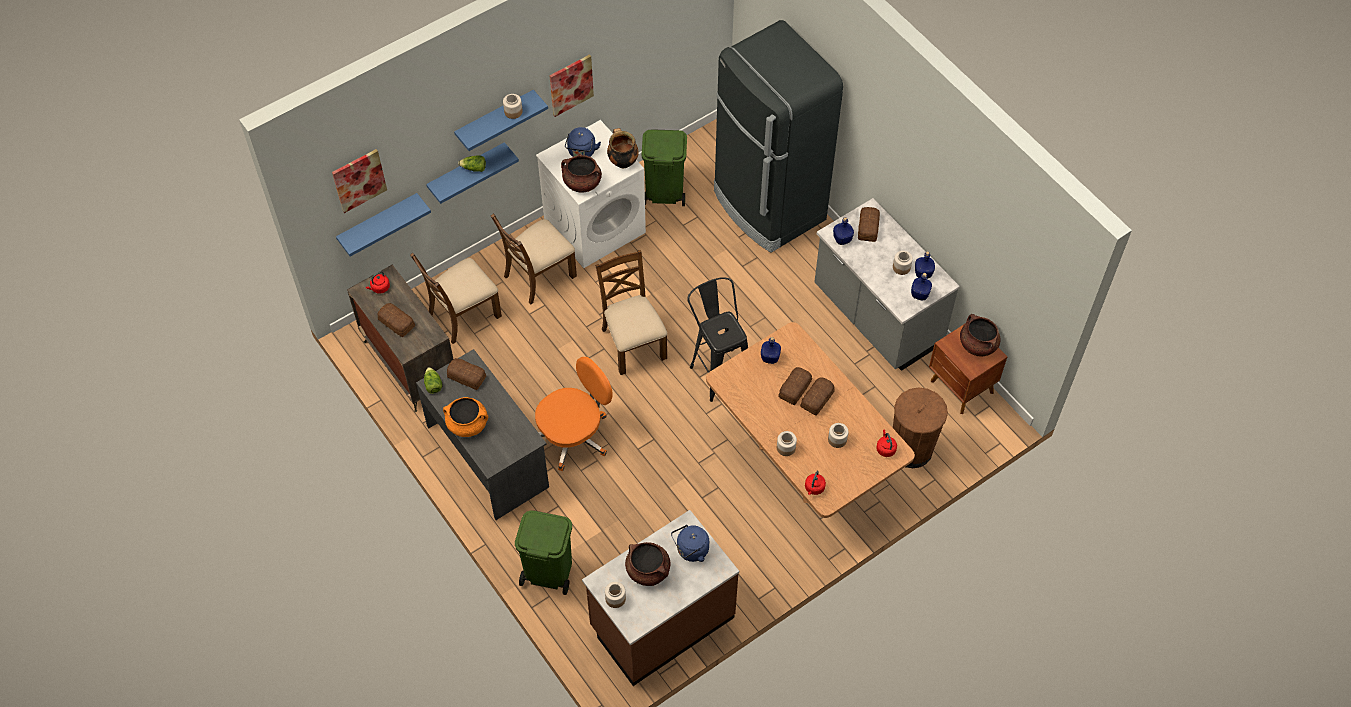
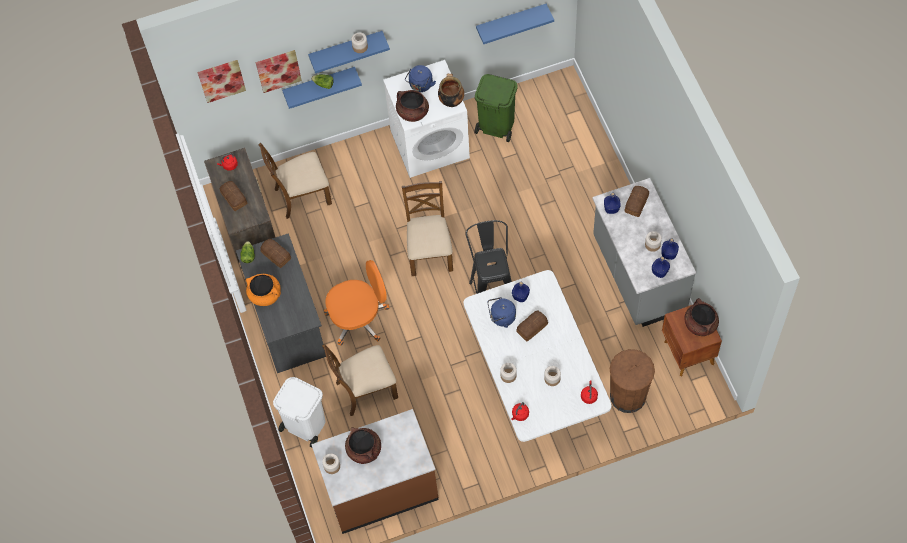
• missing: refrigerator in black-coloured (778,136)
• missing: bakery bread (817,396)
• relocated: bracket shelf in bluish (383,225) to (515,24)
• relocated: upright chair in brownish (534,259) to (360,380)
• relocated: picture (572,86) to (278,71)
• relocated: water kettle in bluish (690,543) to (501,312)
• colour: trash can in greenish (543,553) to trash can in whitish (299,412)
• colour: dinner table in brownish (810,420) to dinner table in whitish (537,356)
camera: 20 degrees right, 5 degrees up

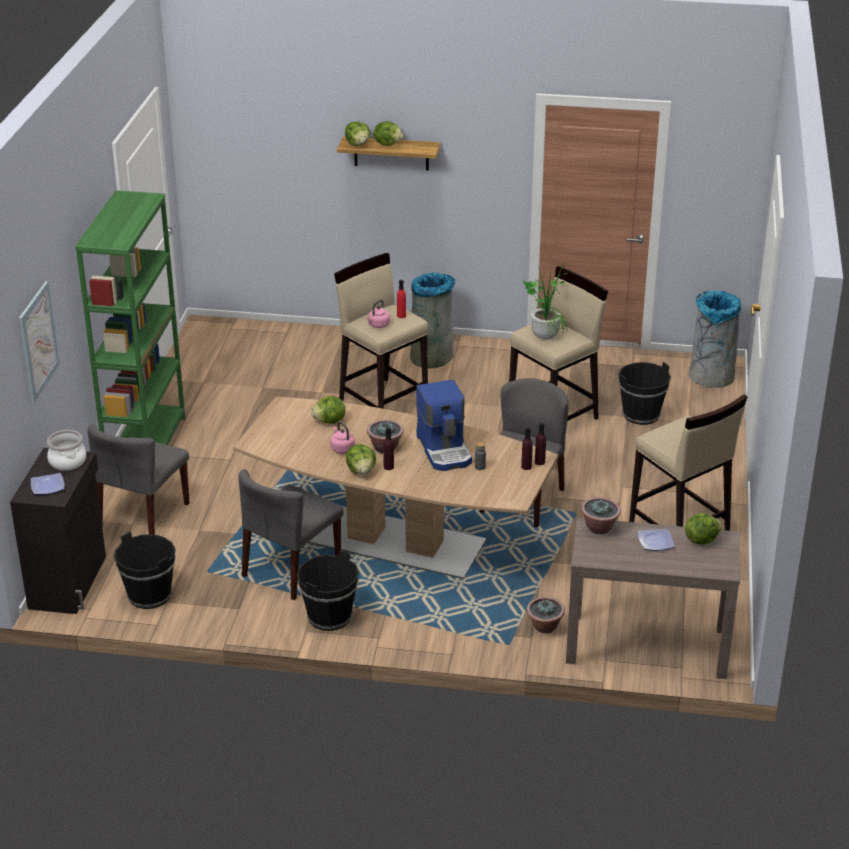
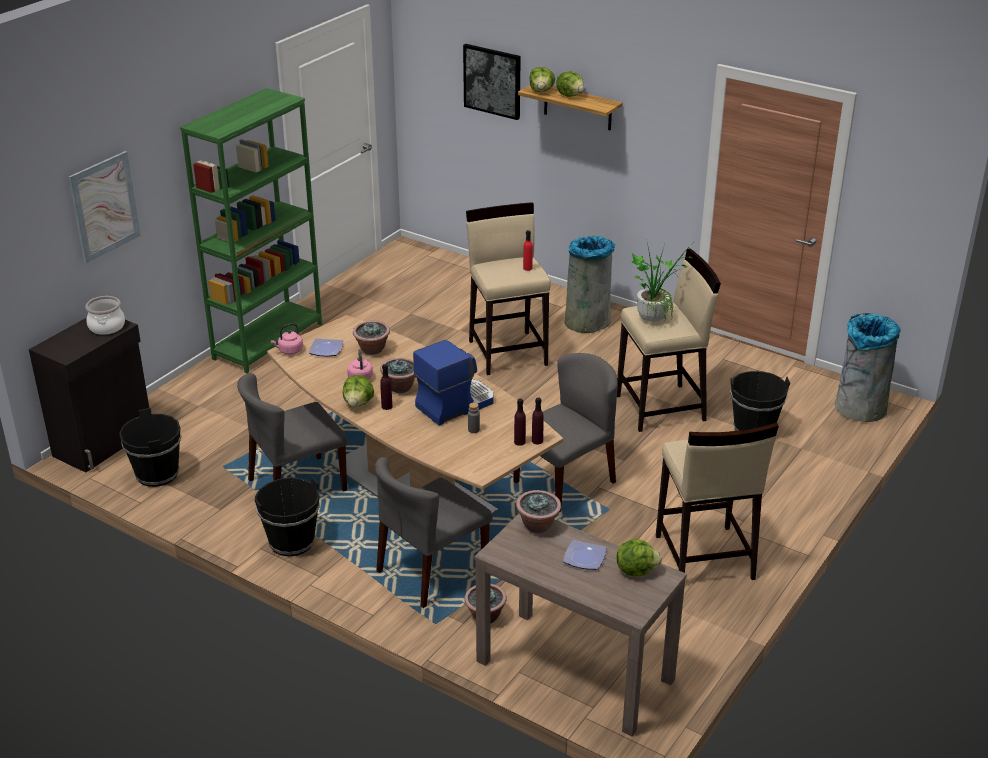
• appeared: picture (492,82)
• relocated: flat dish (48,484) to (326,347)
• relocated: upright chair in greyish (138,479) to (434,532)
• relocated: water kettle in pinkish (378,314) to (287,339)
• exchanged: lettuce (328,410) to plant in a pot (371,338)
• spun: coffee brewer (444,425) = (453,383) 135 degrees counterclockwise
camera: 25 degrees right, 0 degrees up

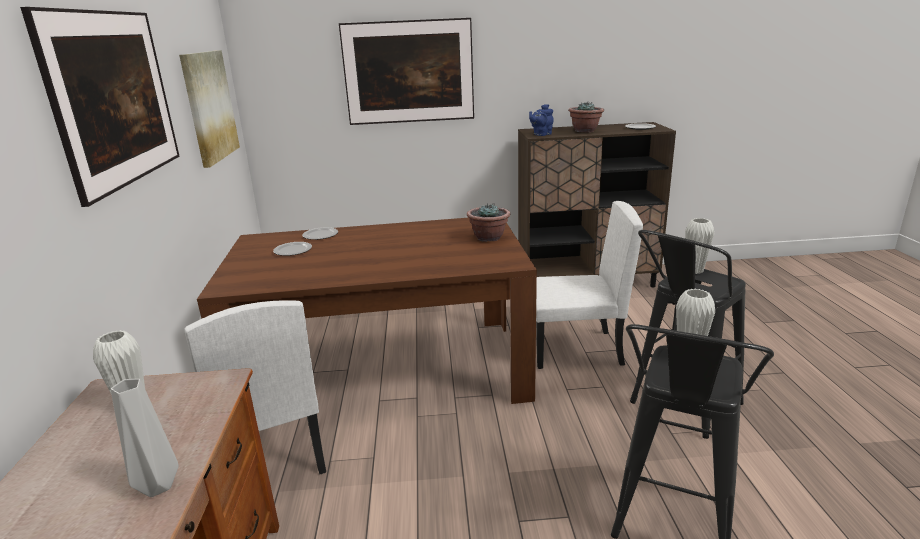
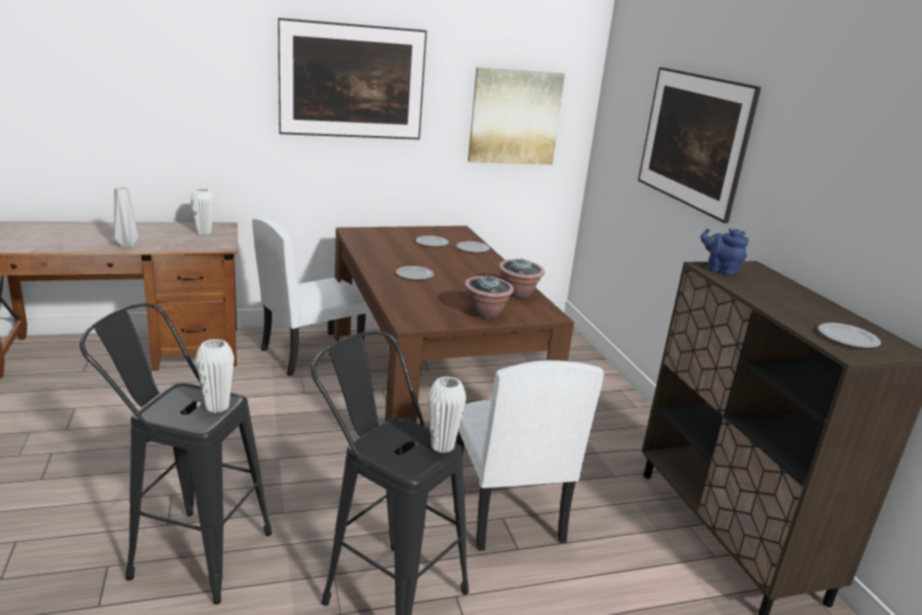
• appeared: flat dish (415,273)
• relocated: plant in a pot (586,117) to (522,279)
camera: 75 degrees right, 0 degrees up

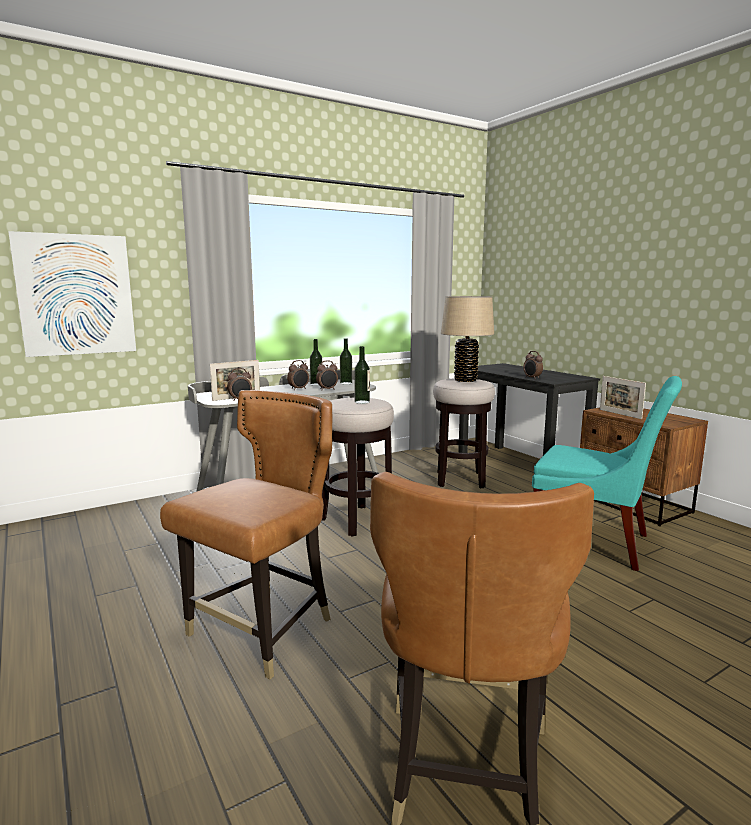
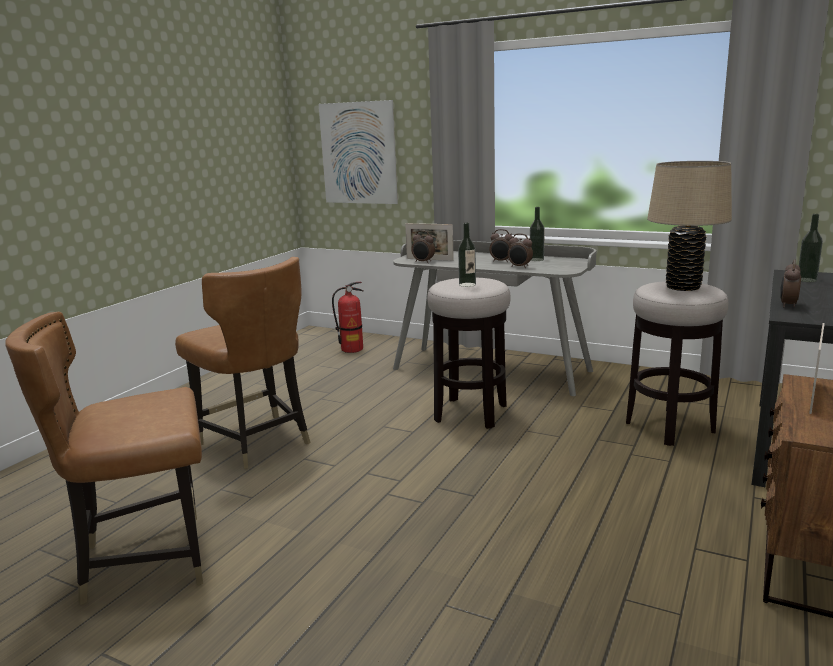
• missing: upright chair in blue-green (607,473)
• appeared: fire-fighting cylinder (348,317)
• relocated: drink bottle (346,361) to (811,248)
• spun: upright chair in brownish (246,534) = (242,363) 45 degrees clockwise
camera: 60 degrees right, 5 degrees up

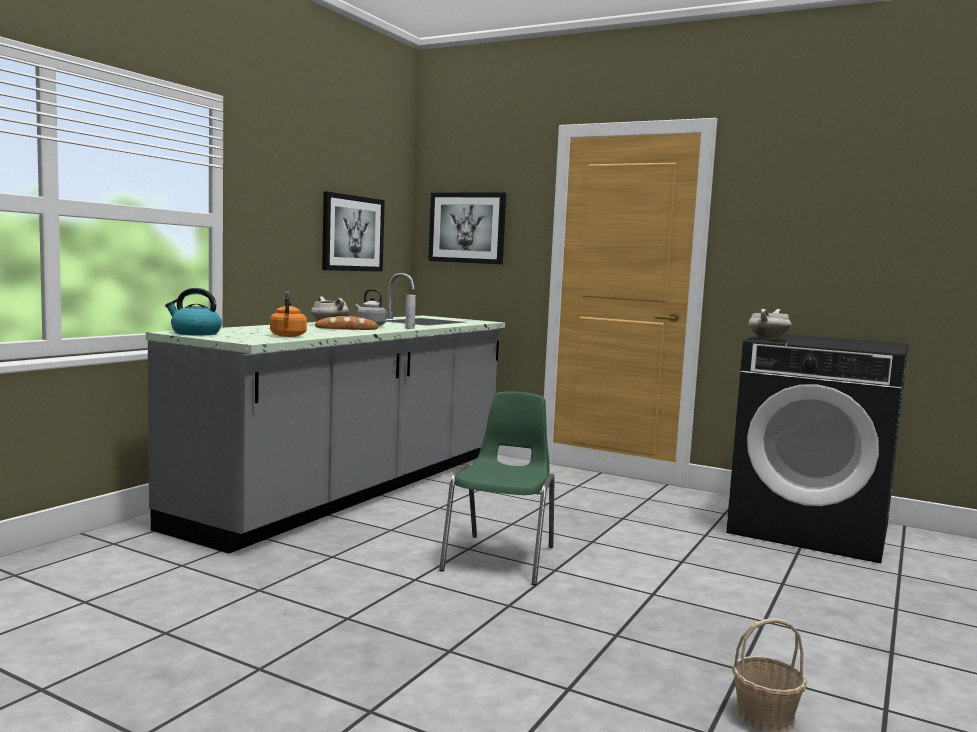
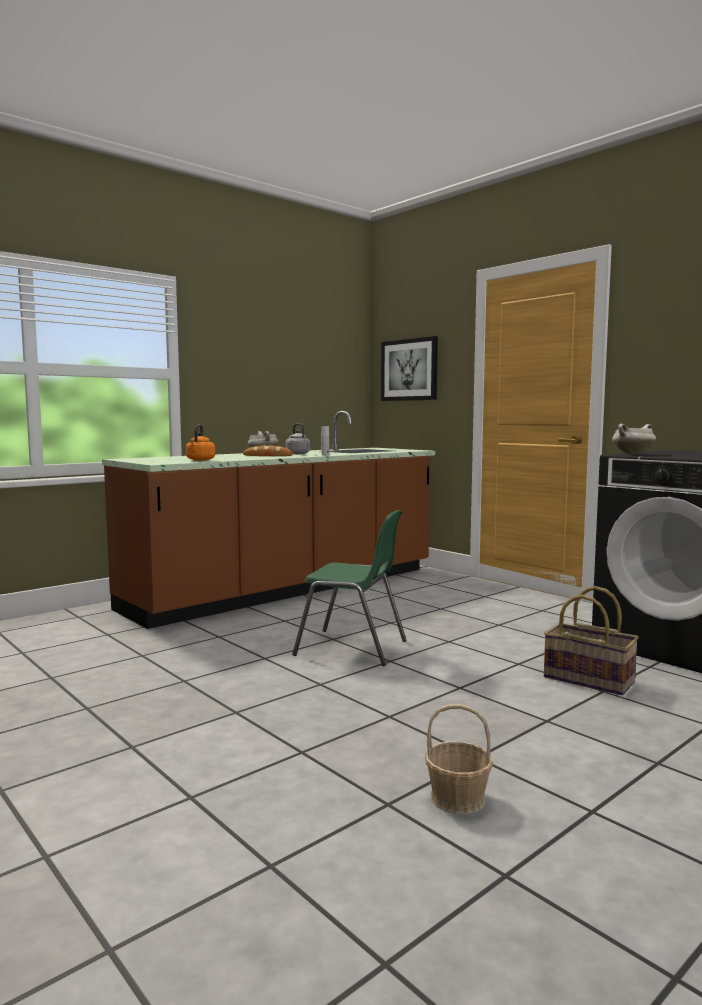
• missing: water kettle (193,311)
• missing: picture (353,231)
• appeared: basket (591,640)
• colour: kitchen base unit in greyish (325,413) to kitchen base unit in brownish (268,520)
• spun: upright chair in greenish (497,488) = (349,588) 75 degrees clockwise
camera: 20 degrees right, 0 degrees up

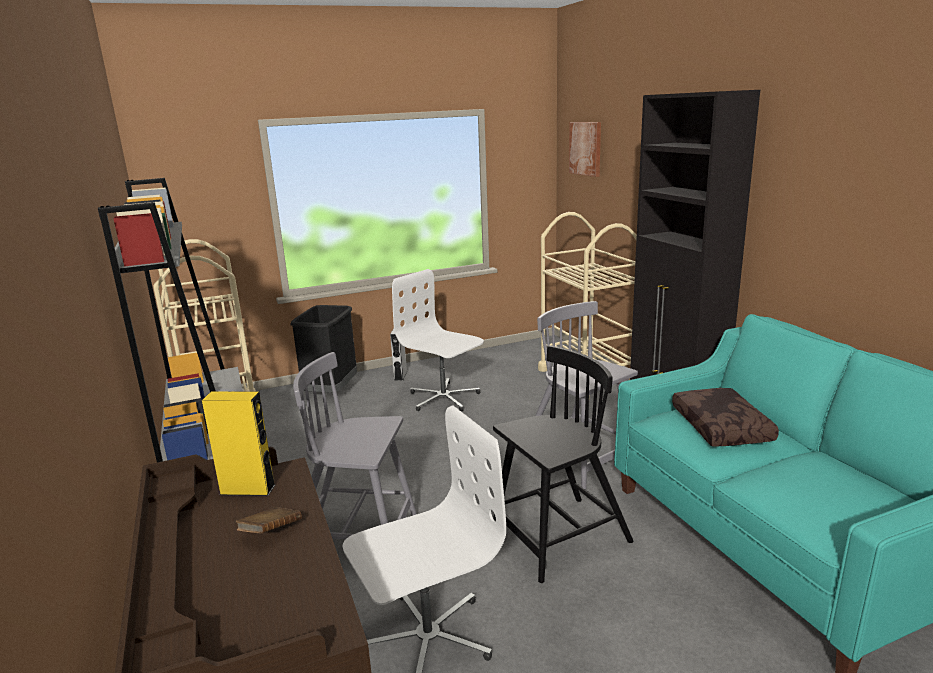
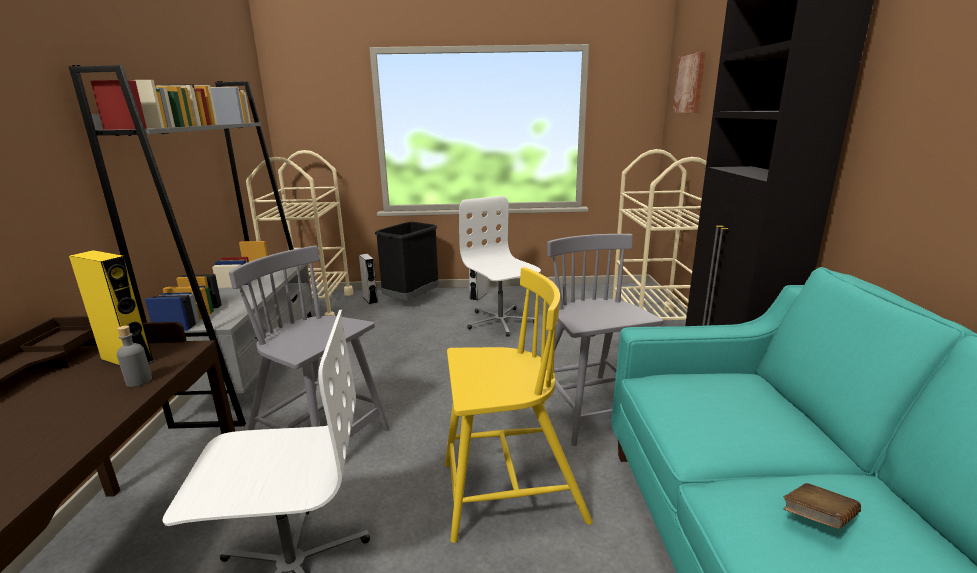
• missing: pillow in brownish (725,417)
• appeared: drink bottle in greyish (134,356)
• appeared: audio speaker in greyish (368,279)
• relocated: volume in brownish (269,520) to (822,506)
• colour: upright chair in black-coloured (563,464) to upright chair in yellow-coloured (519,405)
camera: 20 degrees right, 0 degrees up

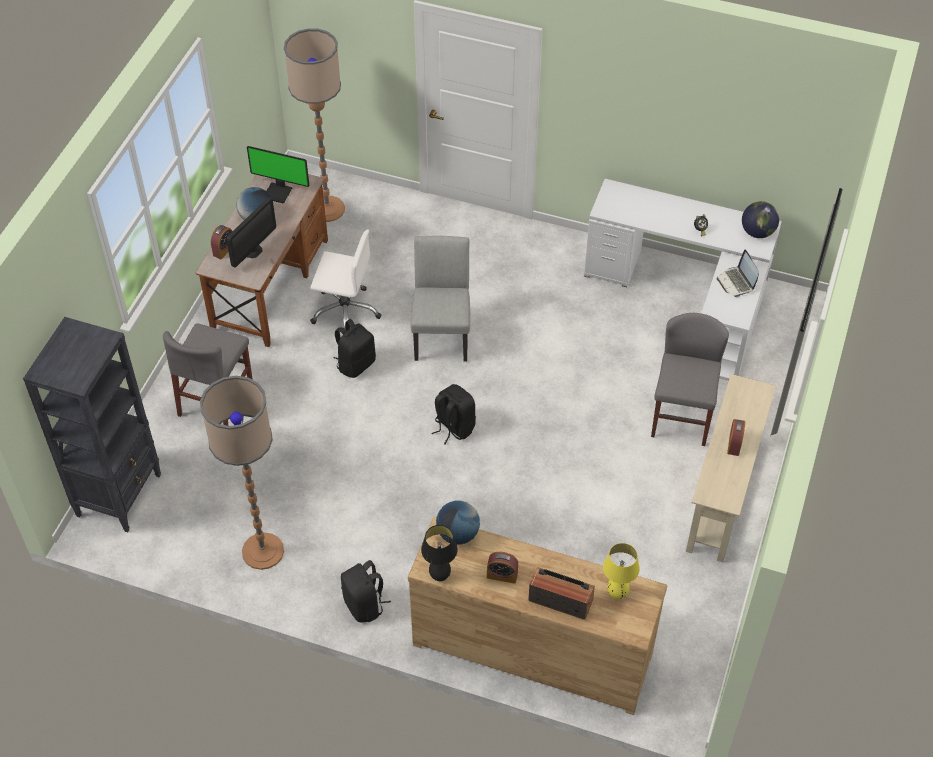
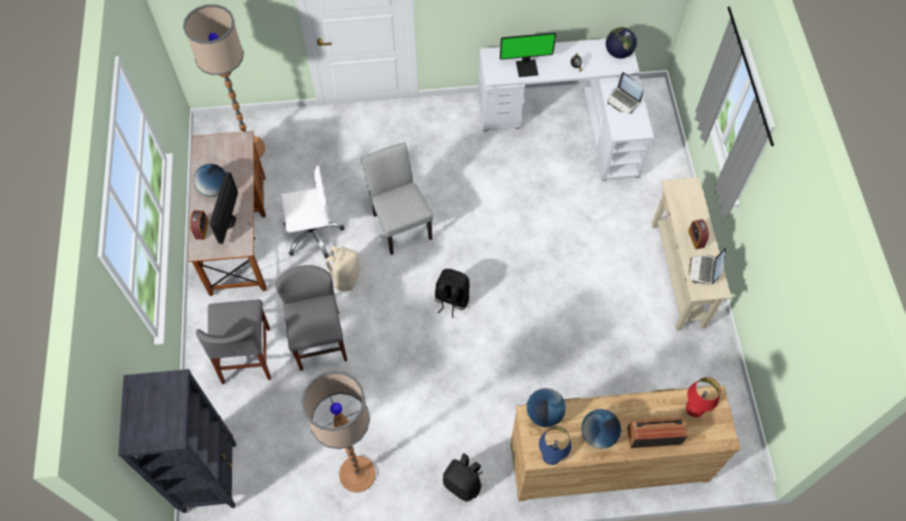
• appeared: portable computer (707,266)
• relocated: computer display (278,175) to (528,55)
• relocated: upright chair in greyish (690,379) to (311,318)
• exchanged: table clock (502,568) to globe (601,429)
• colour: knapsack in black-coloured (355,348) to knapsack in sand-coloured (343,268)
• colour: tabletop lamp in black-coloured (439,553) to tabletop lamp in bluish (555,445)
• colour: tabletop lamp in yellow-coloured (621,571) to tabletop lamp in red-coloured (703,397)
camera: 25 degrees left, 10 degrees up

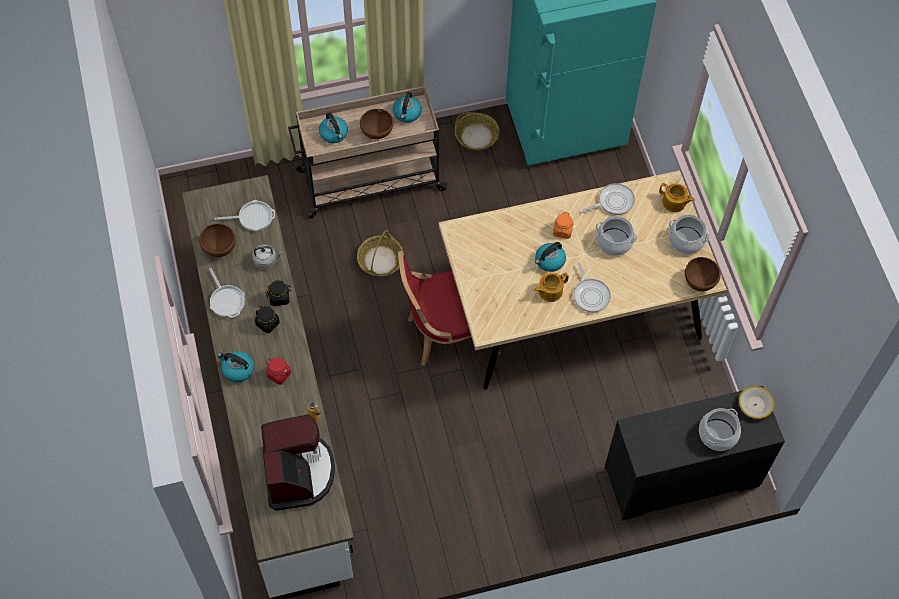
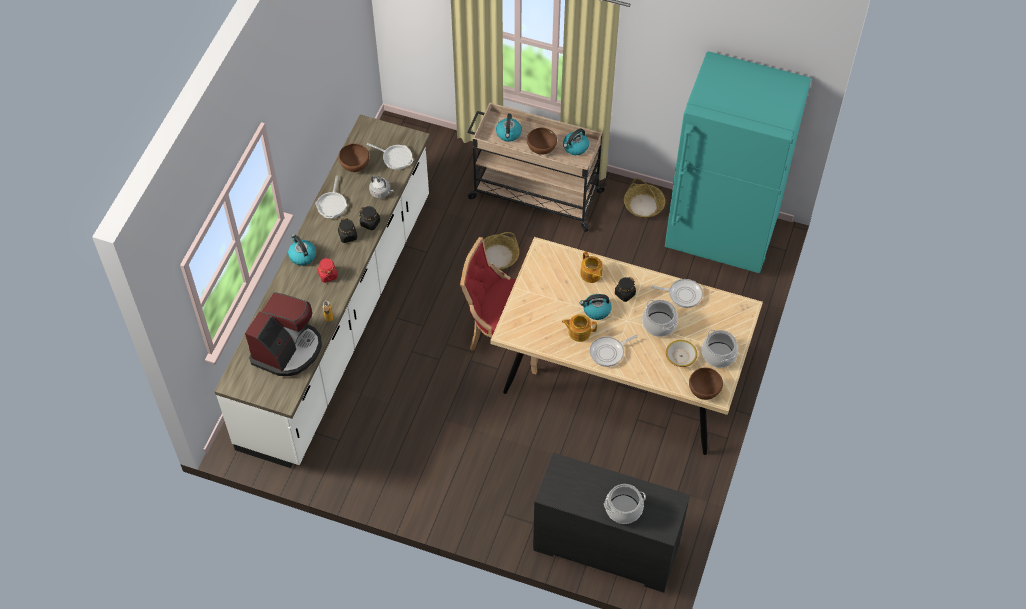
• relocated: teapot (677,197) to (591,267)
• relocated: bowl (756,402) to (681,353)
• colour: storage jar in orange (563,225) to storage jar in black-coloured (625,289)
• spun: pan (592,287) = (614,351) 45 degrees clockwise
camera: 35 degrees right, 5 degrees down

